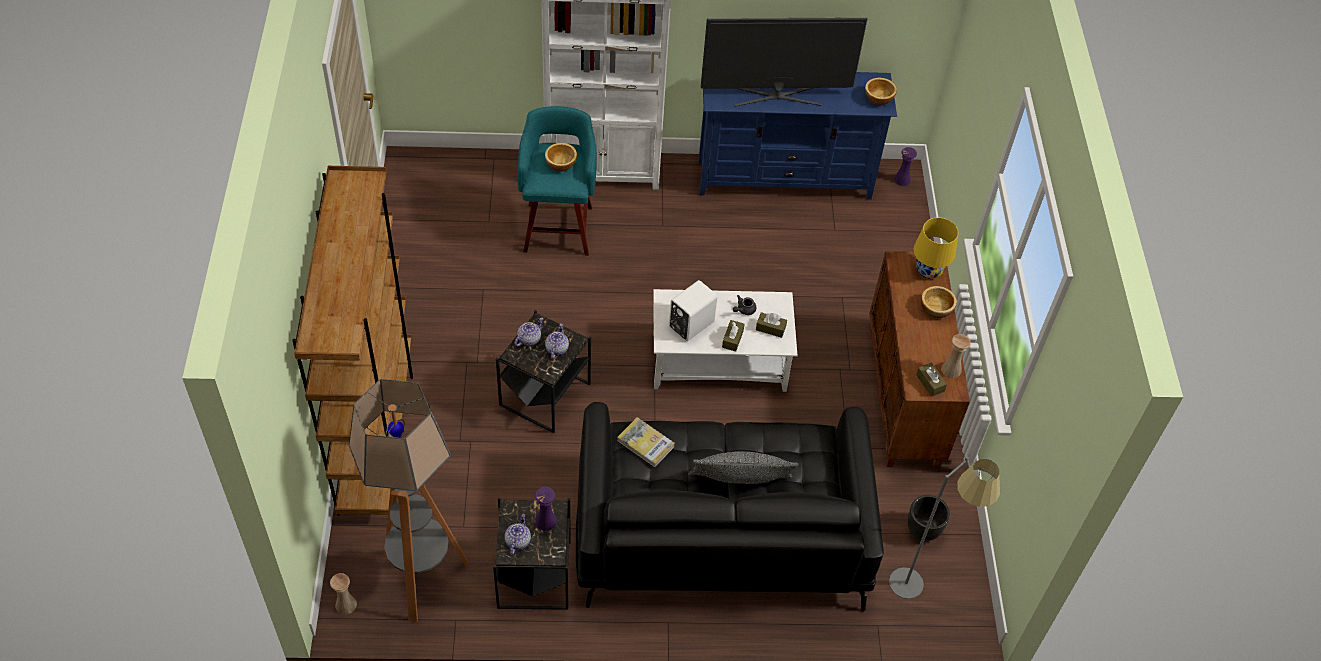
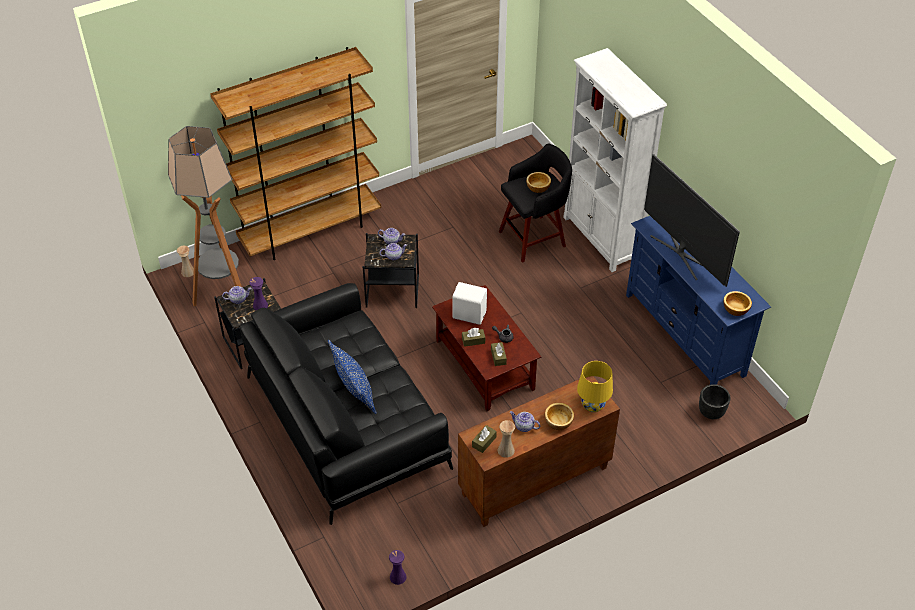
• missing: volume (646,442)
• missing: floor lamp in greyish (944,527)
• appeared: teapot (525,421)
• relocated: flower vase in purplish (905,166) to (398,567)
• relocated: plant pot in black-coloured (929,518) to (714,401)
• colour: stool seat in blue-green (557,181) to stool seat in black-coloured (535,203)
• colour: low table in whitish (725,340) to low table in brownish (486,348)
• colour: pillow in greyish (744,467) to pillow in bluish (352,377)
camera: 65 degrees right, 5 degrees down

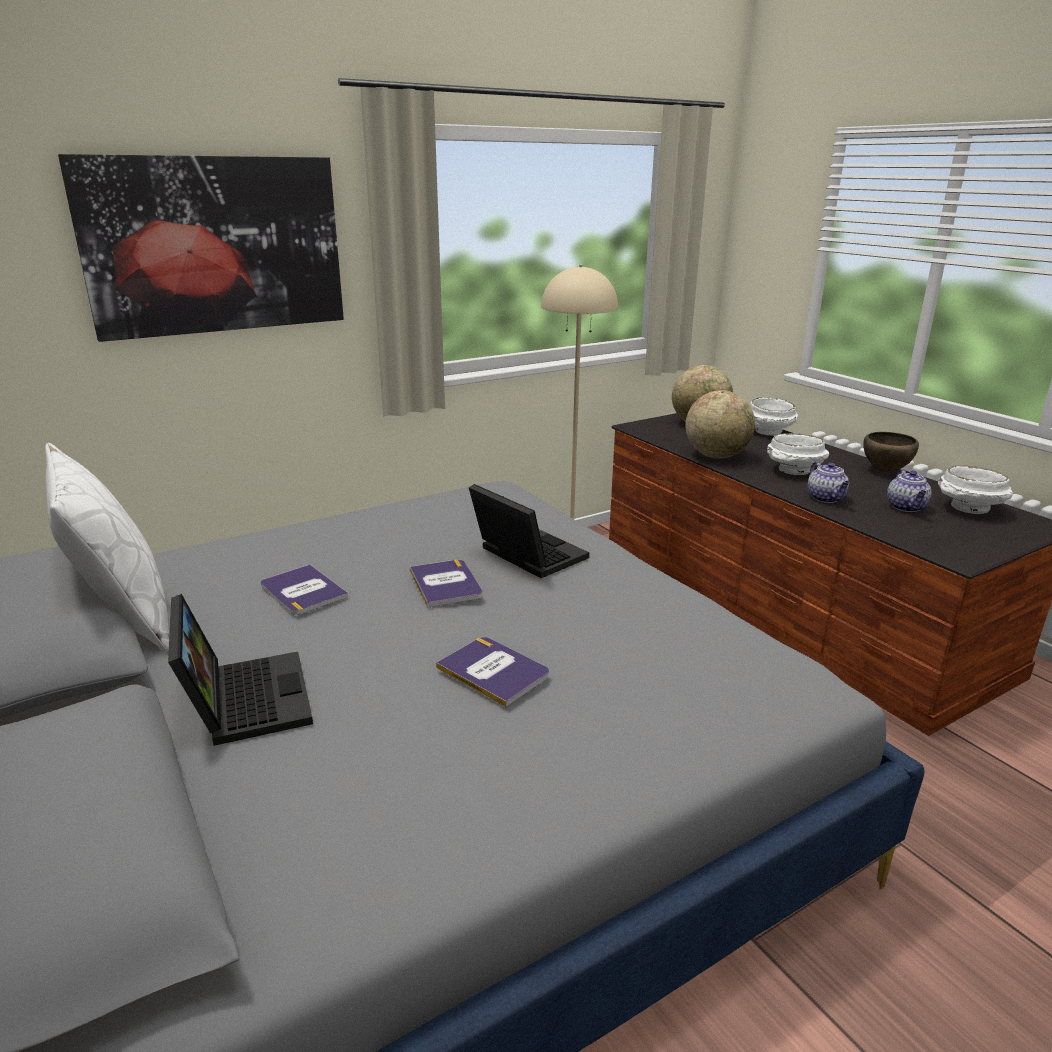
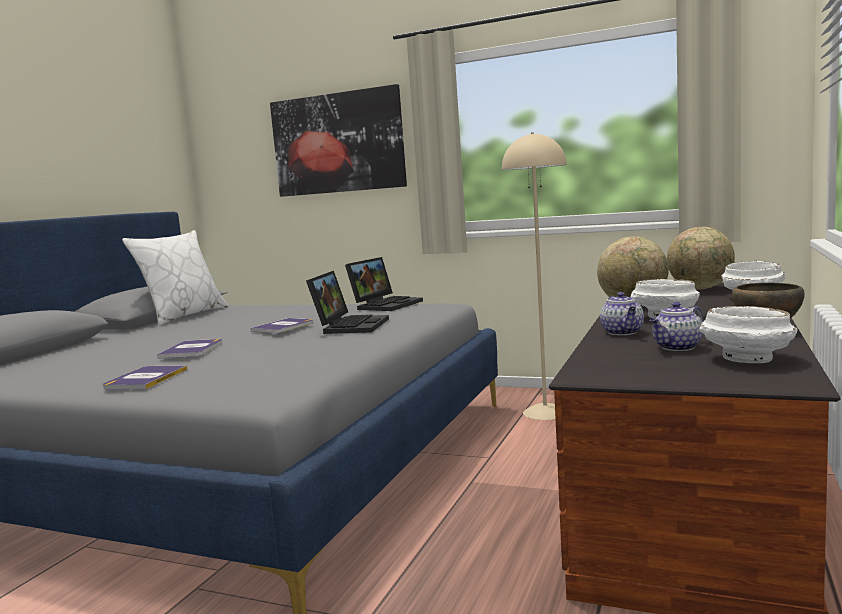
• relocated: portable computer (240,670) to (384,284)
• relocated: volume (304,589) to (145,377)
• spun: teapot (829,482) = (622,313) 45 degrees counterclockwise
camera: 55 degrees right, 15 degrees down

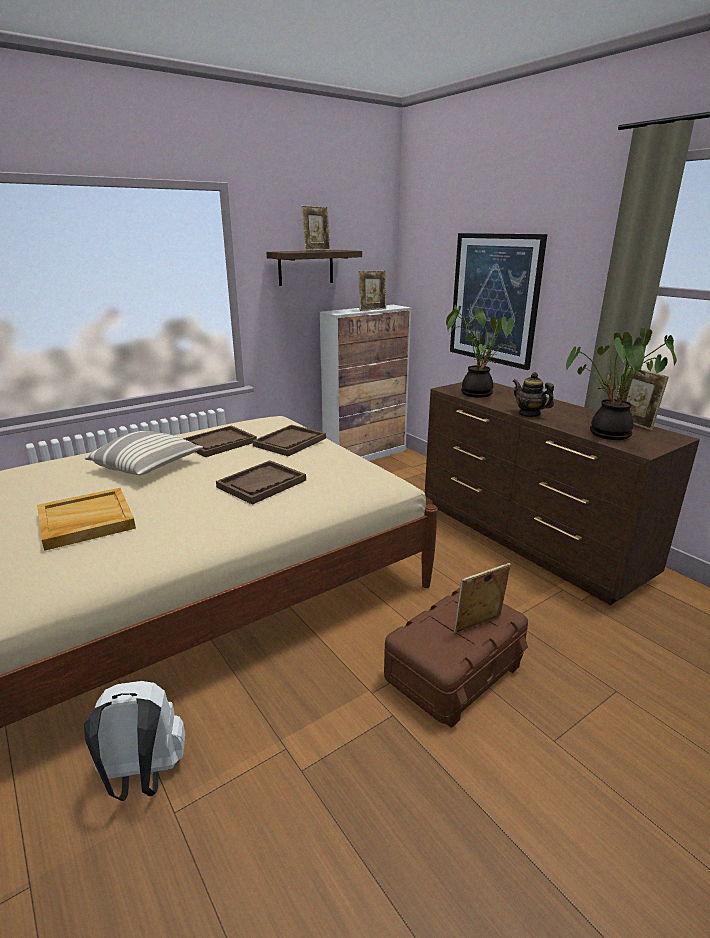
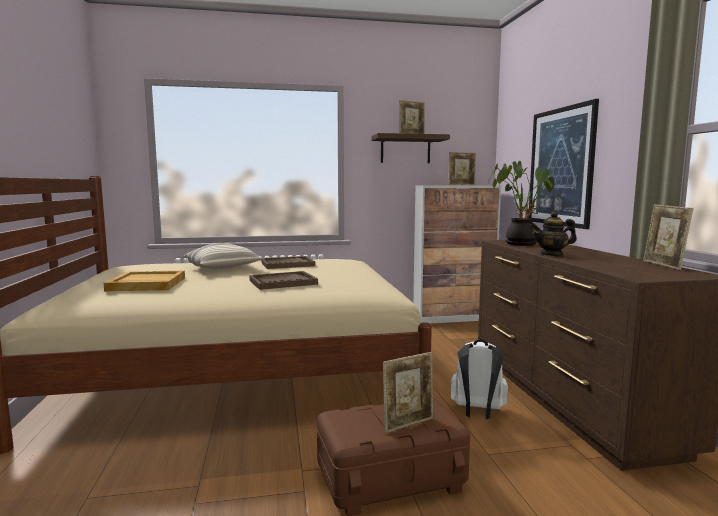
• missing: tray in brownish (289,440)
• missing: plant in a pot (621,384)
• relocated: knapsack in whitish (134,741) to (479,379)
• spun: standing frame (482,598) = (408,392) 150 degrees clockwise
• spun: teapot (533,394) = (554,233) 75 degrees counterclockwise
camera: 25 degrees right, 15 degrees down

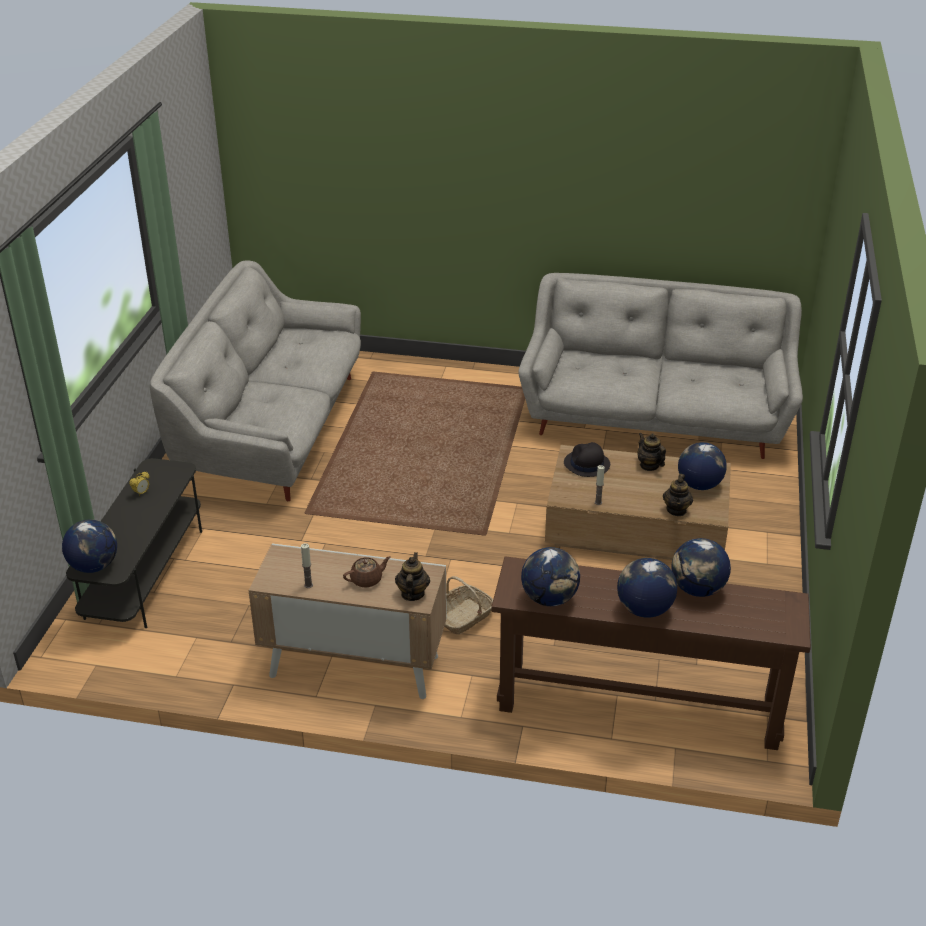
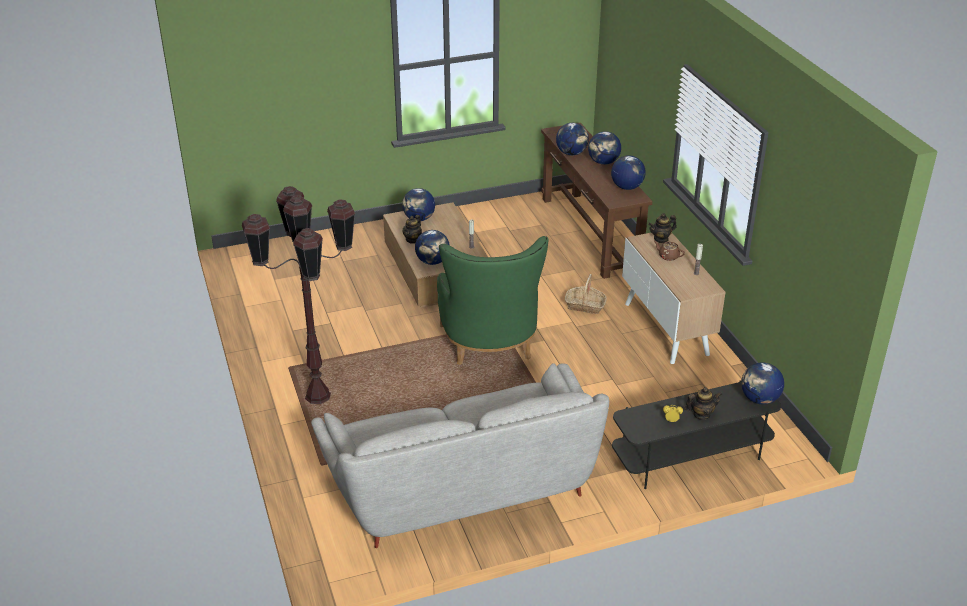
• missing: sofa in greyish (660,366)
• appeared: floor lamp in brownish (298,295)
• appeared: armchair in greenish (493,300)
• relocated: teapot (678,495) to (703,403)
• exchanged: wearable hat in black-coloured (587,459) to globe (432,247)
camera: 120 degrees left, 0 degrees up

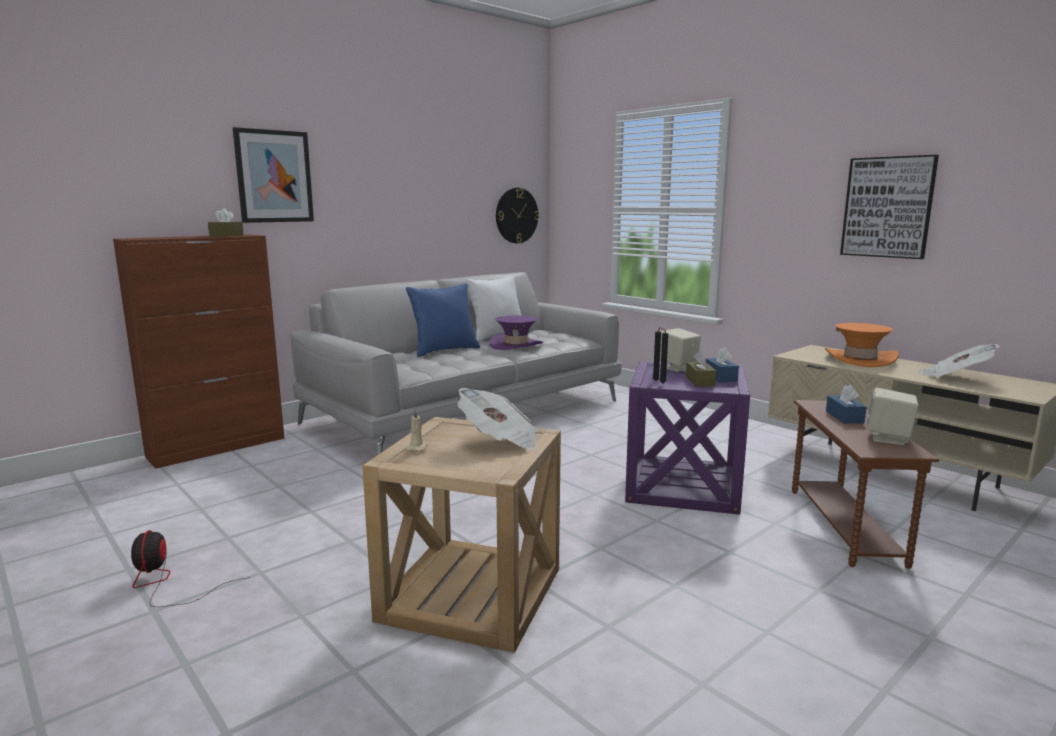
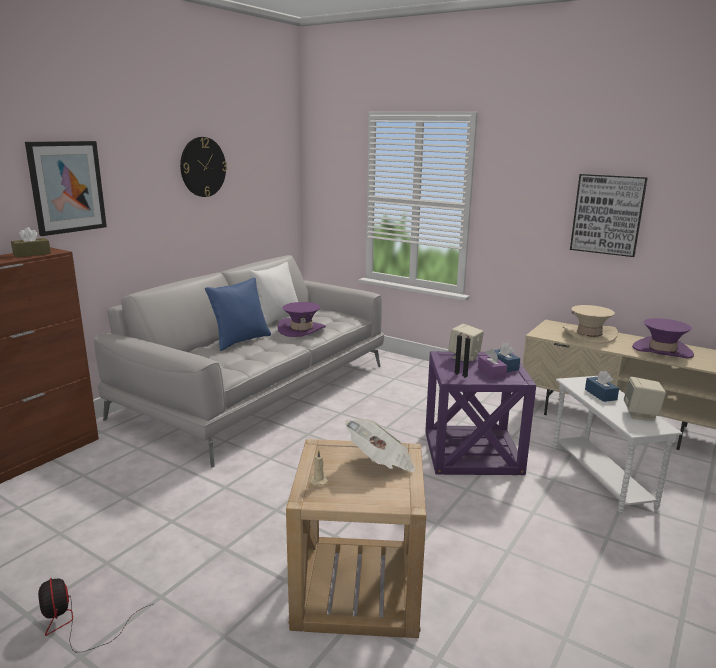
• relocated: hanging clock (517,215) to (203,167)
• exchanged: daily paper (959,360) to wearable hat in purplish (663,338)
• colour: box of tissues in brownish (701,369) to box of tissues in purplish (492,364)
• colour: end table in brownish (865,484) to end table in whitish (617,445)
• colour: wearable hat in orange (862,345) to wearable hat in sand-coloured (590,324)
camera: 15 degrees left, 5 degrees up

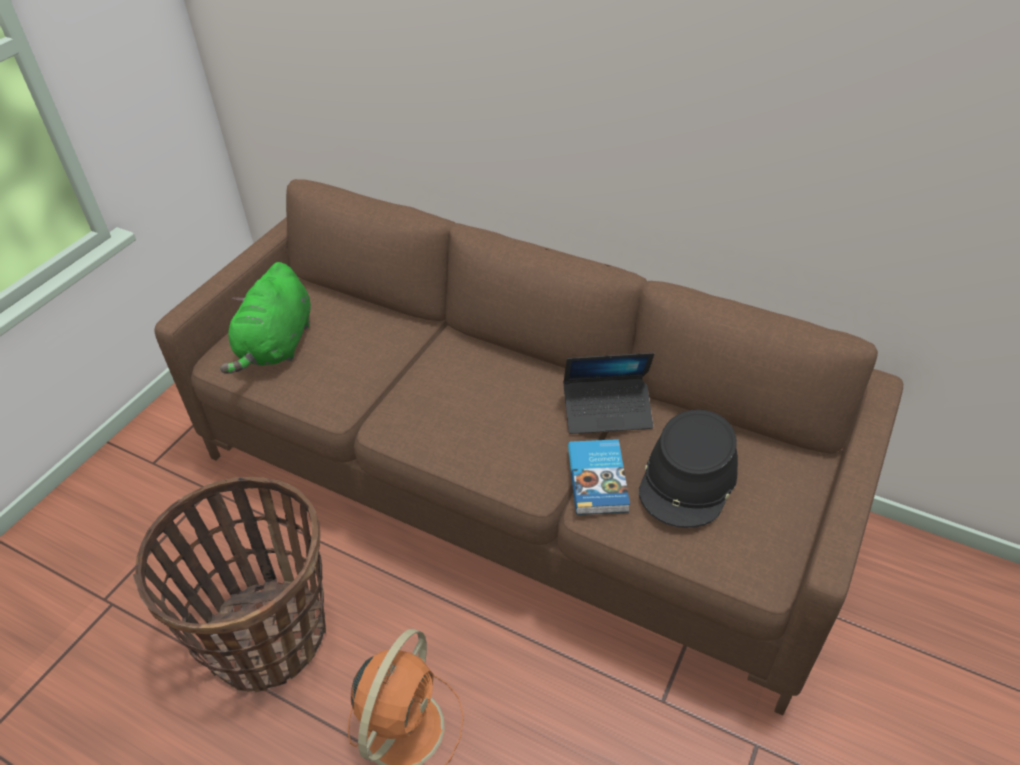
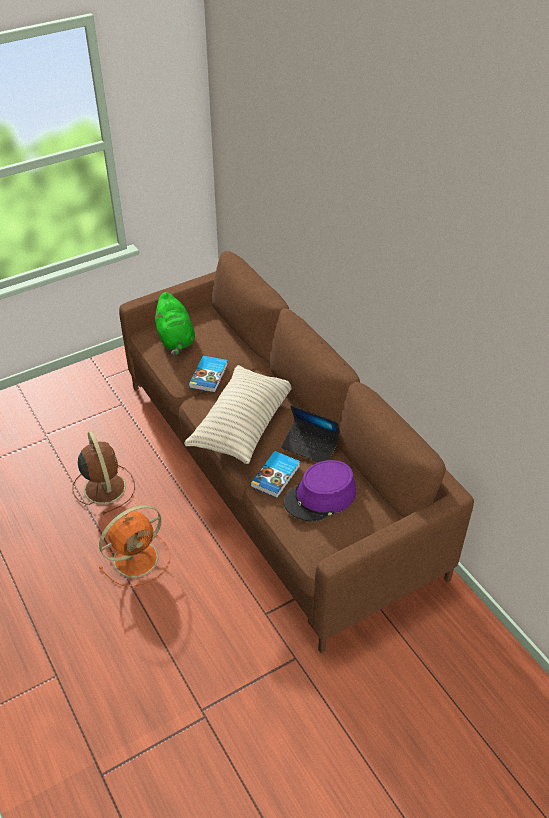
• appeared: pillow (238,414)
• appeared: volume (208,374)
• exchanged: basket (229,584) to fan in brownish (103,473)
• colour: wearable hat in black-coloured (688,468) to wearable hat in purplish (320,491)
• spun: soft toy in greenish (265,318) = (174,324) 60 degrees counterclockwise
camera: 30 degrees right, 0 degrees up

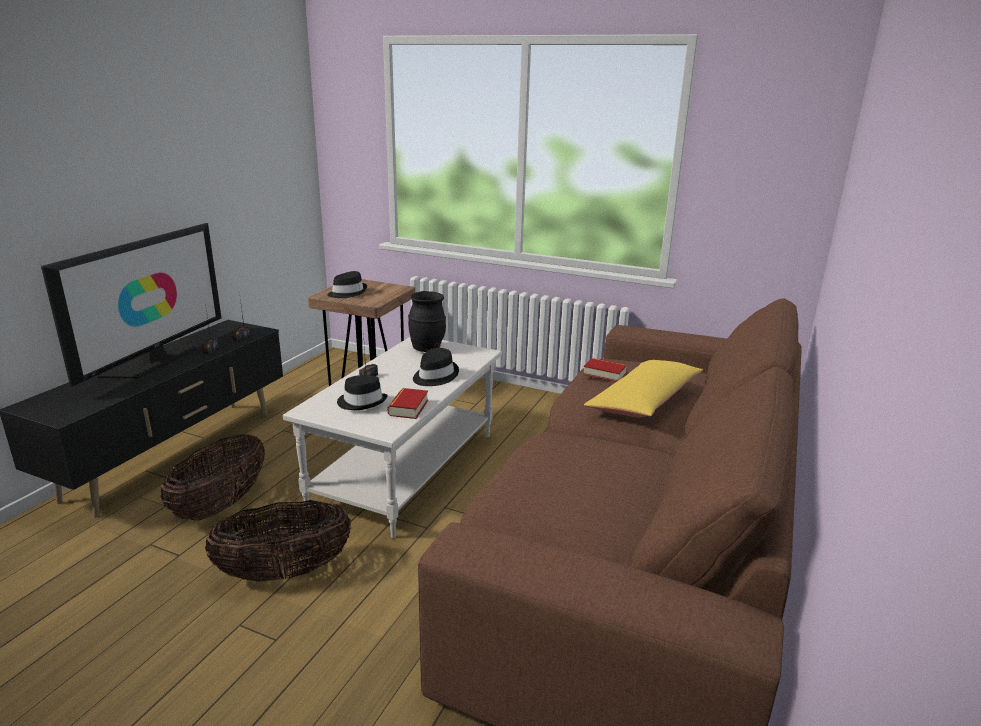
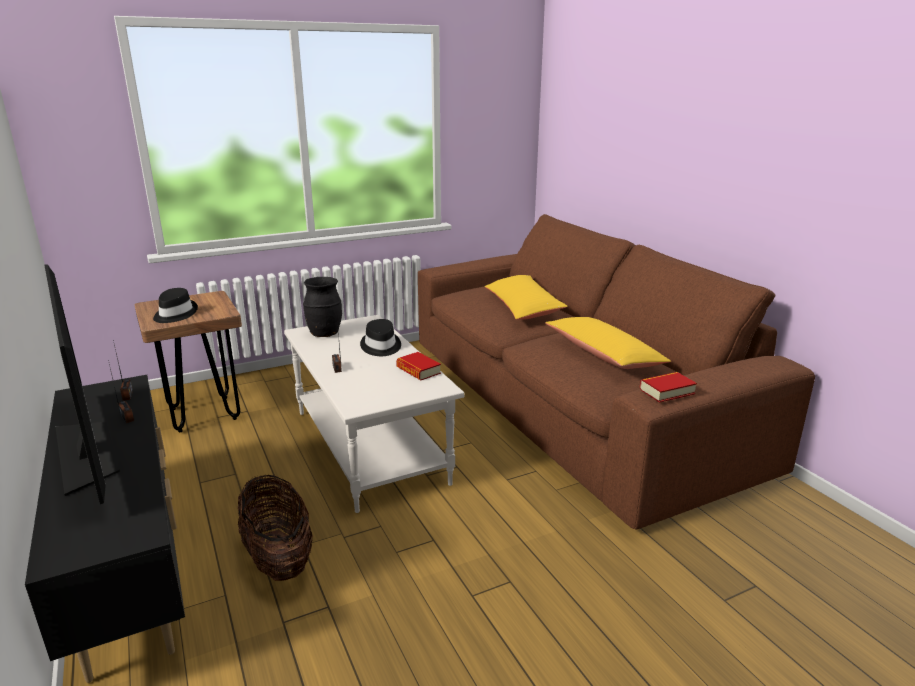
• missing: basket (278,541)
• missing: wearable hat in black-coloured (362,392)
• appeared: pillow in yellow-coloured (608,343)
• relocated: volume (605,370) to (668,387)
camera: 50 degrees left, 0 degrees up

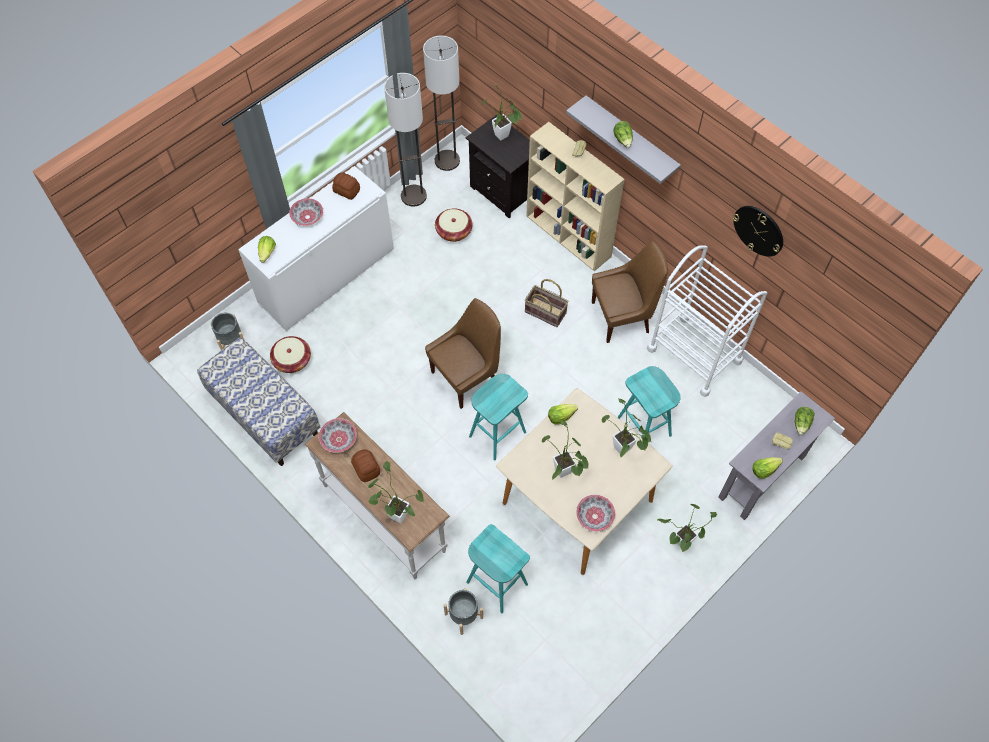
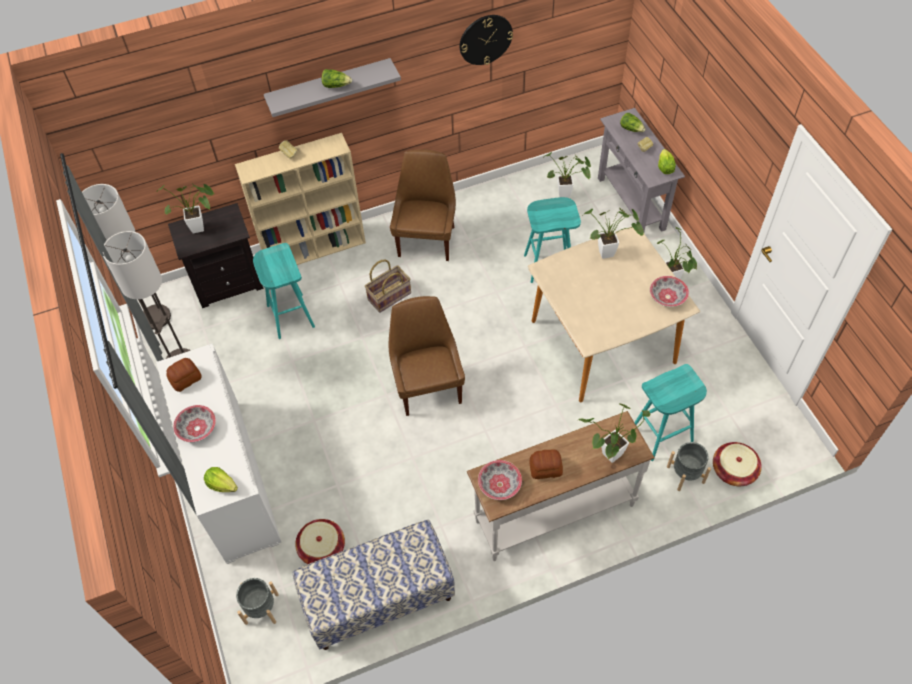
• missing: lettuce (563,414)
• missing: trolley in whitish (707,321)
• relocated: basket (454,225) to (737,464)
• relocated: stool seat in blue-green (498,417) to (284,291)
• relocated: plant in a pot (565,450) to (568,175)
camera: 65 degrees left, 5 degrees down

